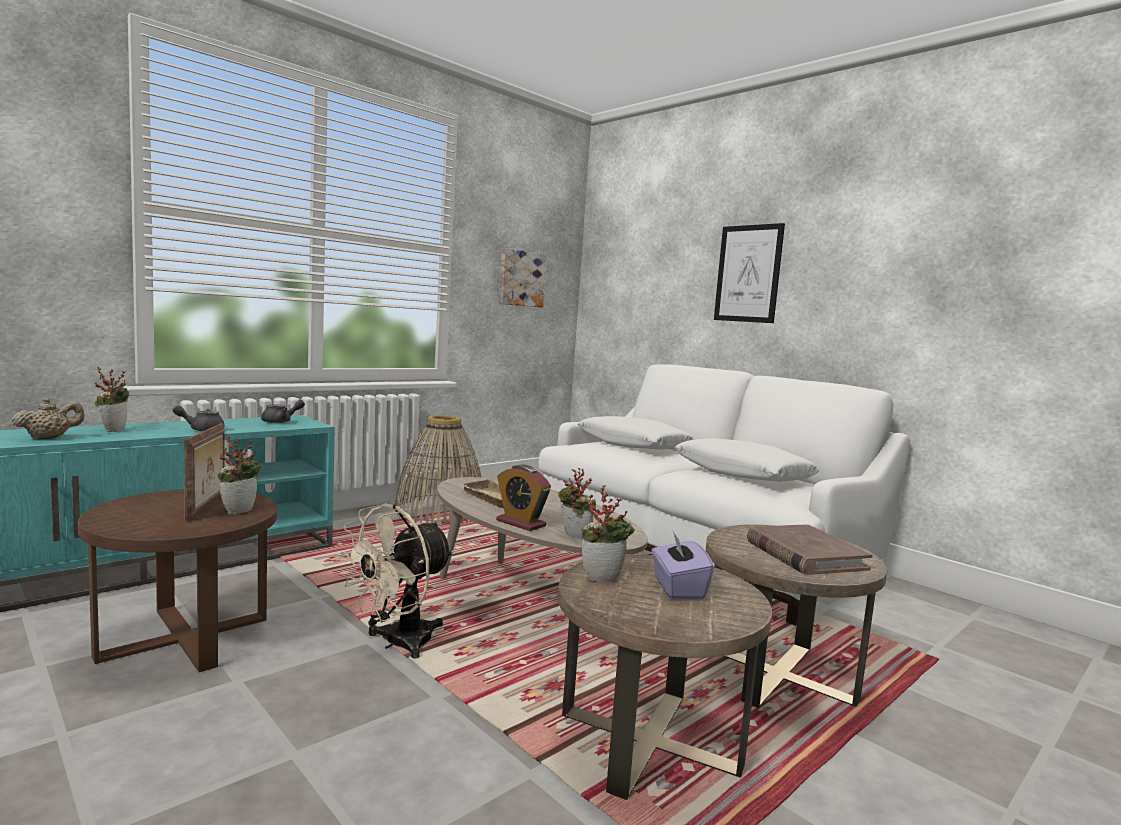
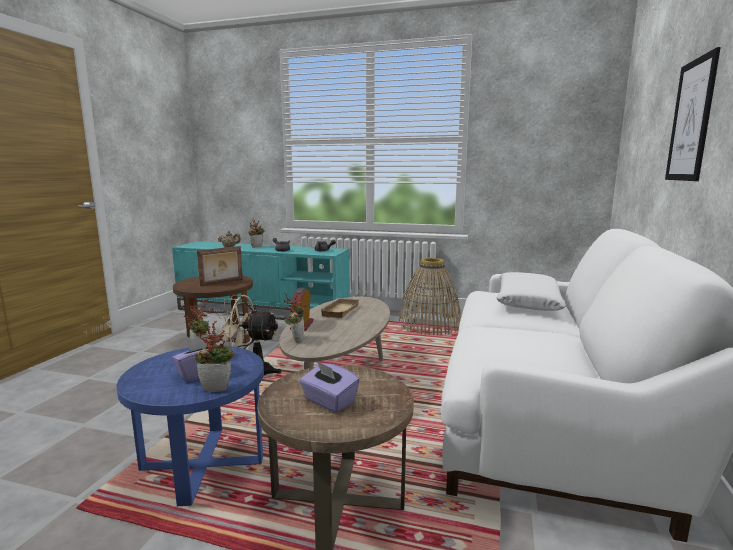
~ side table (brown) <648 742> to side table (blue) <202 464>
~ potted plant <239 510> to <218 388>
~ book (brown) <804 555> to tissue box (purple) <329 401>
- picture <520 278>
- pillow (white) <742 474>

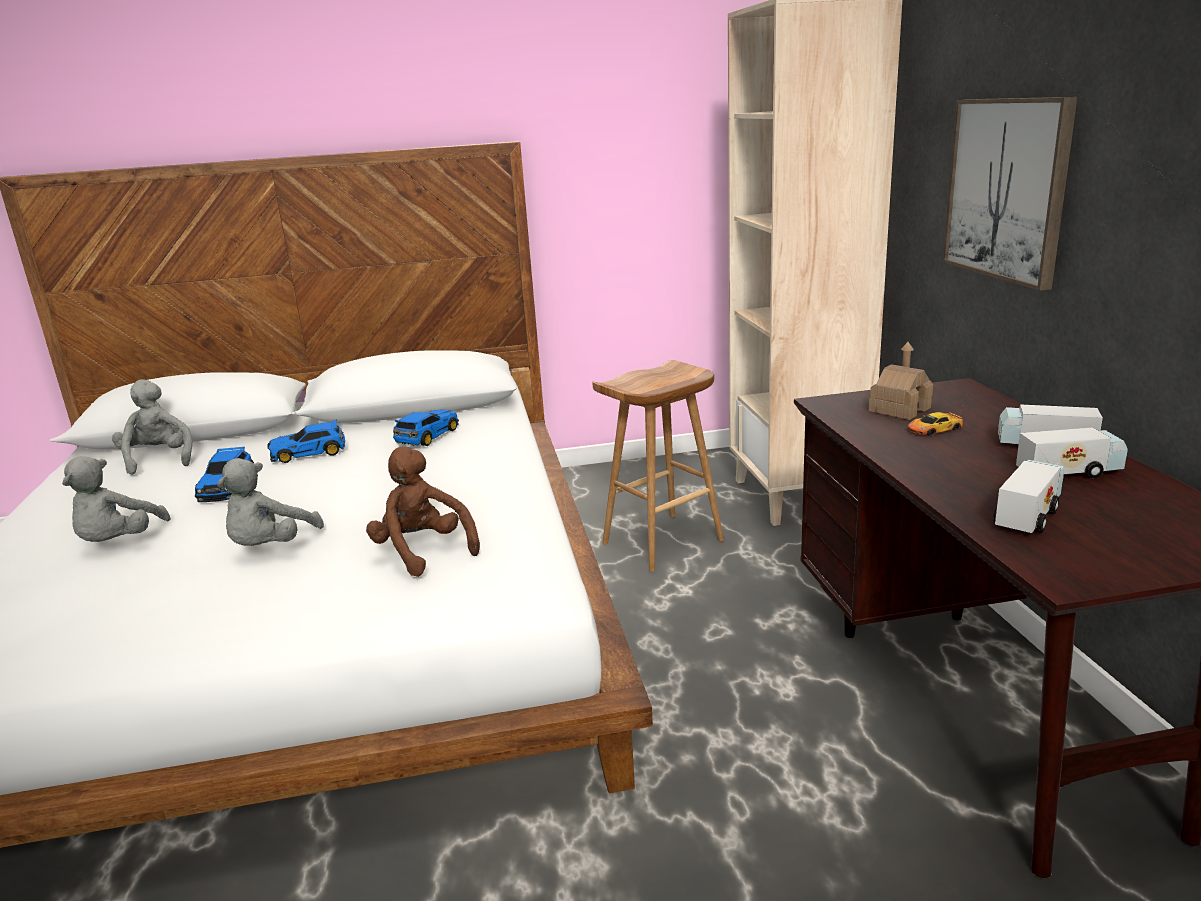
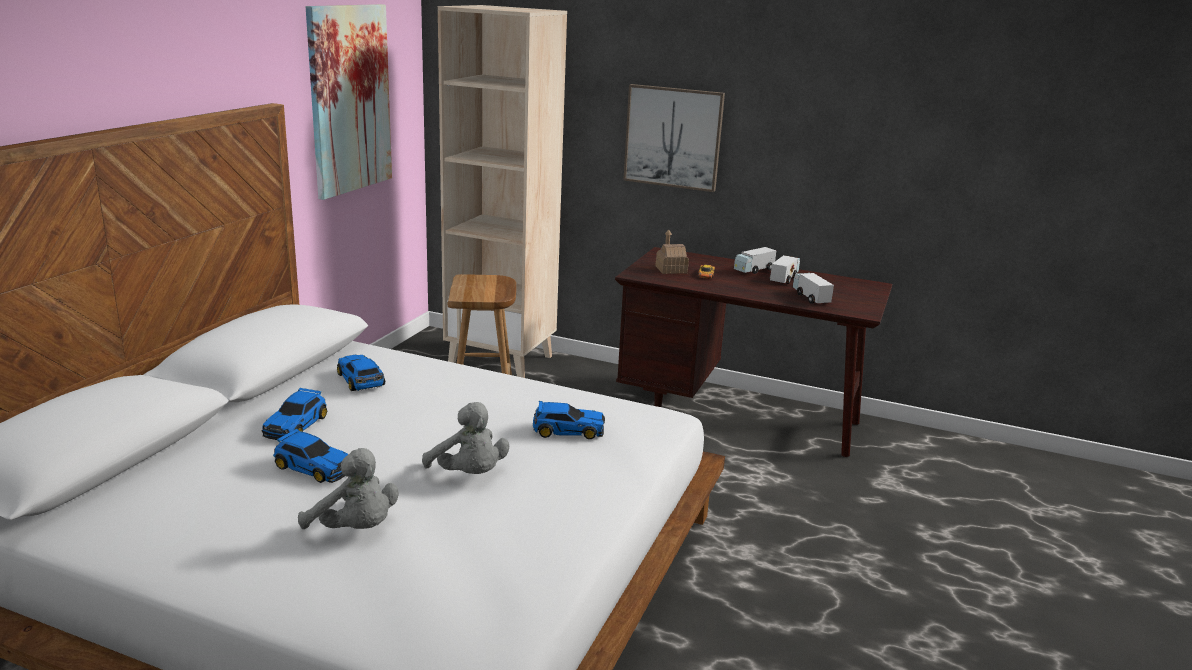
+ picture <349 99>
~ plush toy (brown) <423 551> to toy car <567 430>
- plush toy (grey) <158 460>

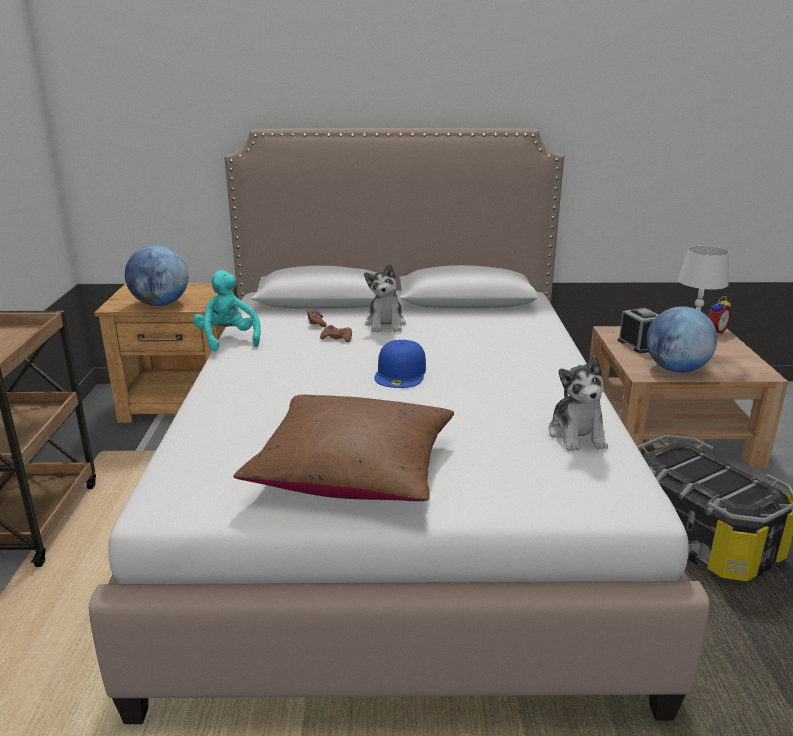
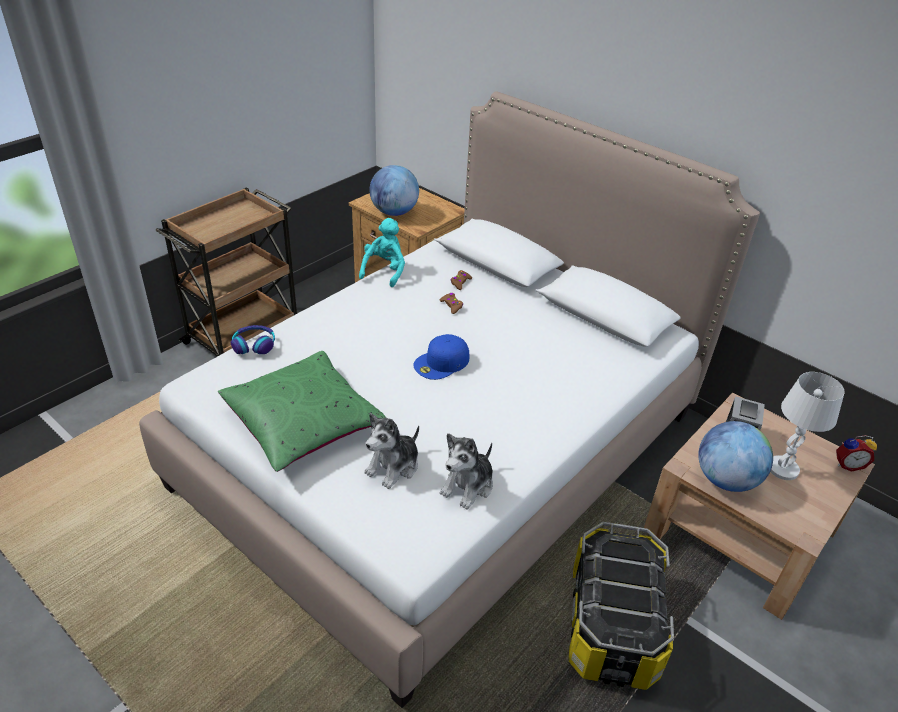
~ pillow (brown) <353 470> to pillow (green) <303 422>
+ headphones <254 345>
~ plush toy <385 324> to <394 467>

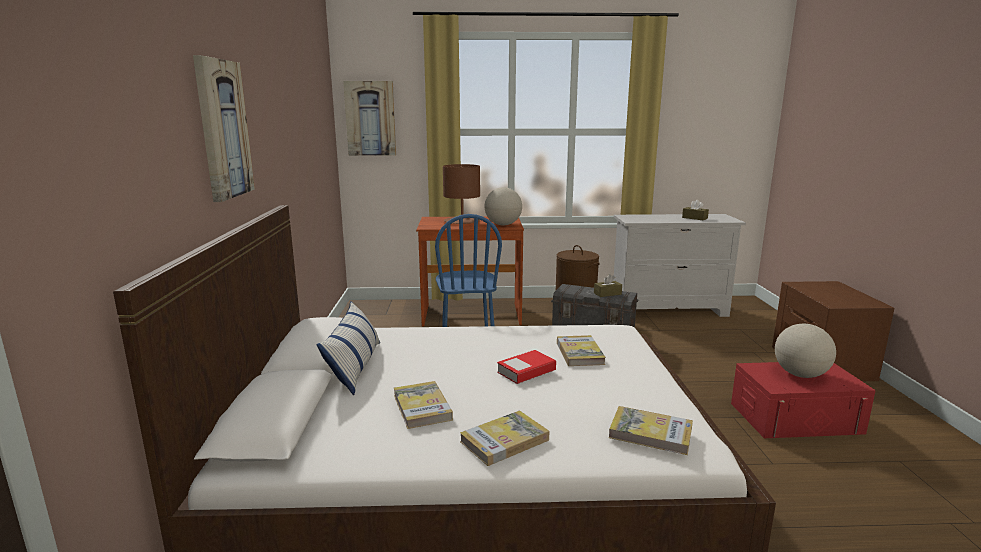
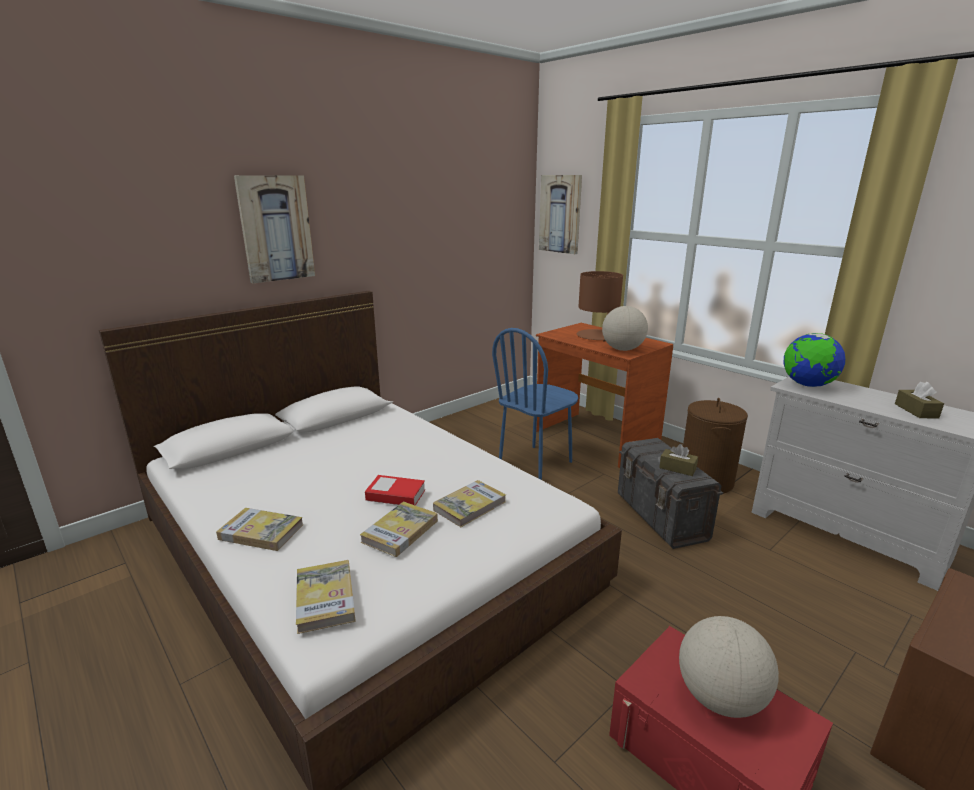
~ book <422 407> to <400 531>
+ globe <807 385>
- pillow <355 366>

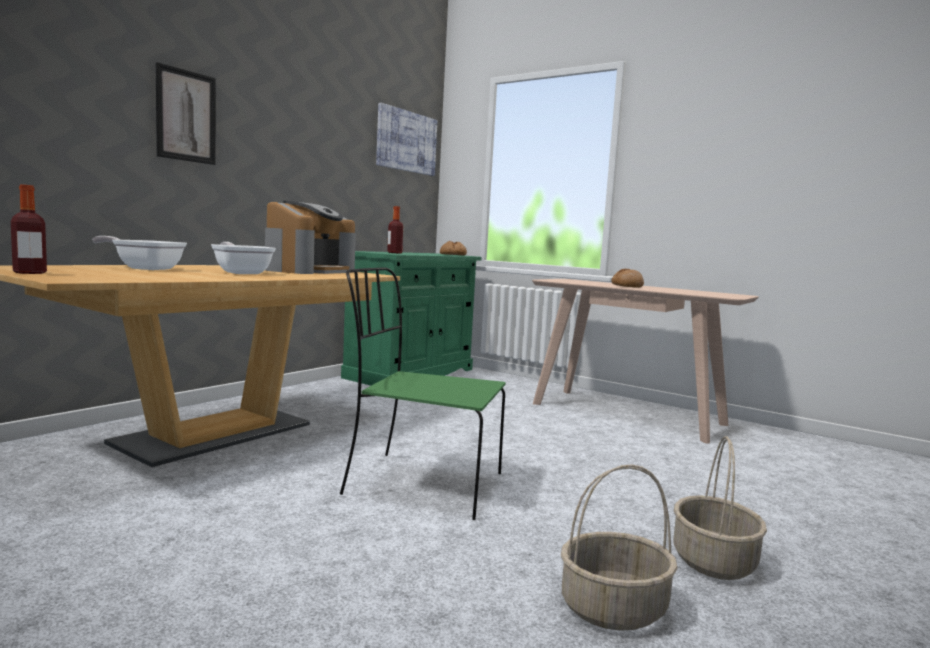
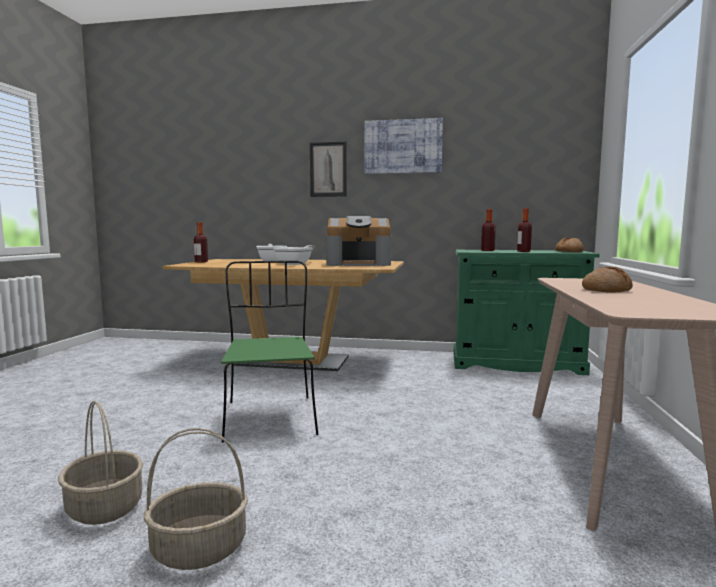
~ picture <406 141> to <403 146>
+ bottle <523 251>

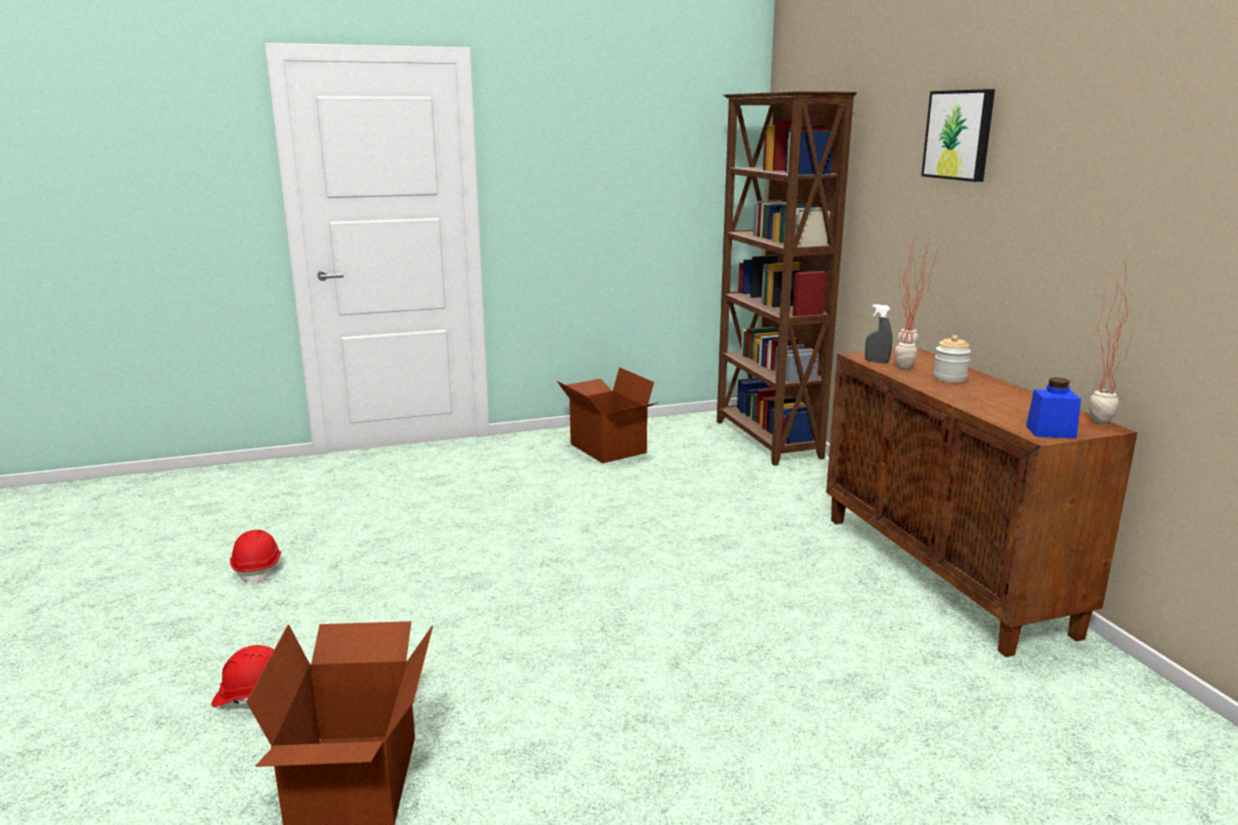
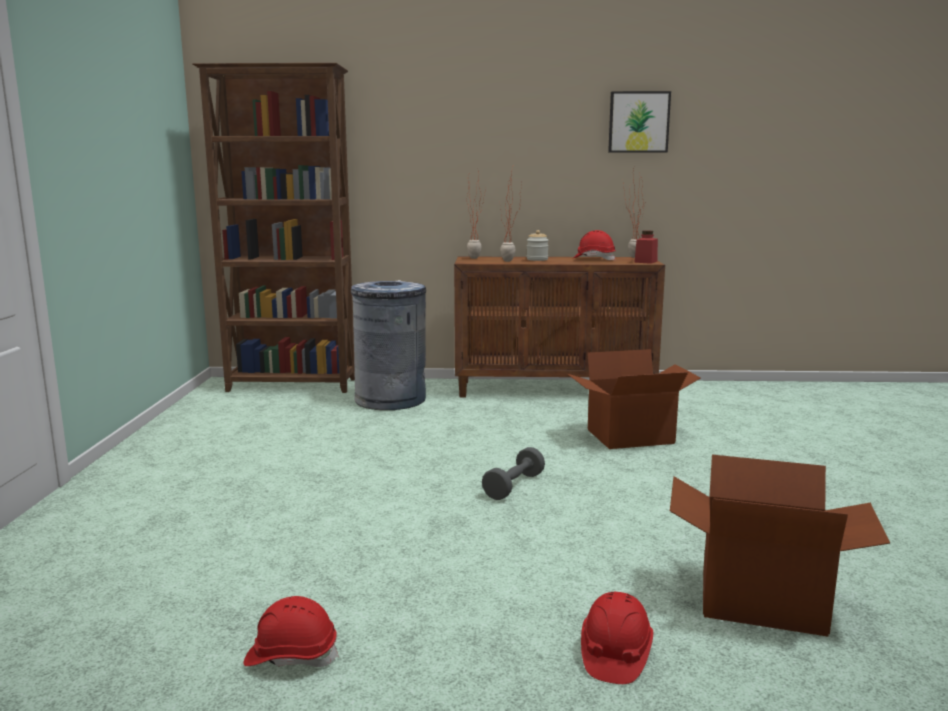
+ trash can (grey) <390 399>
+ dumbbell (grey) <514 486>
~ cardboard box <606 448> to <630 437>
+ hard hat (red) <593 259>
~ picture <959 135> to <638 122>
~ jar (blue) <1050 432> to jar (red) <646 261>
- spray bottle (grey) <876 361>

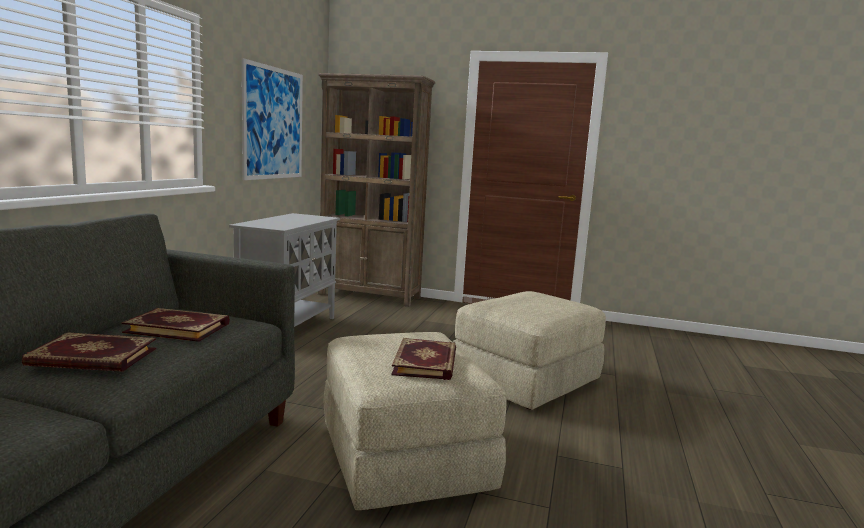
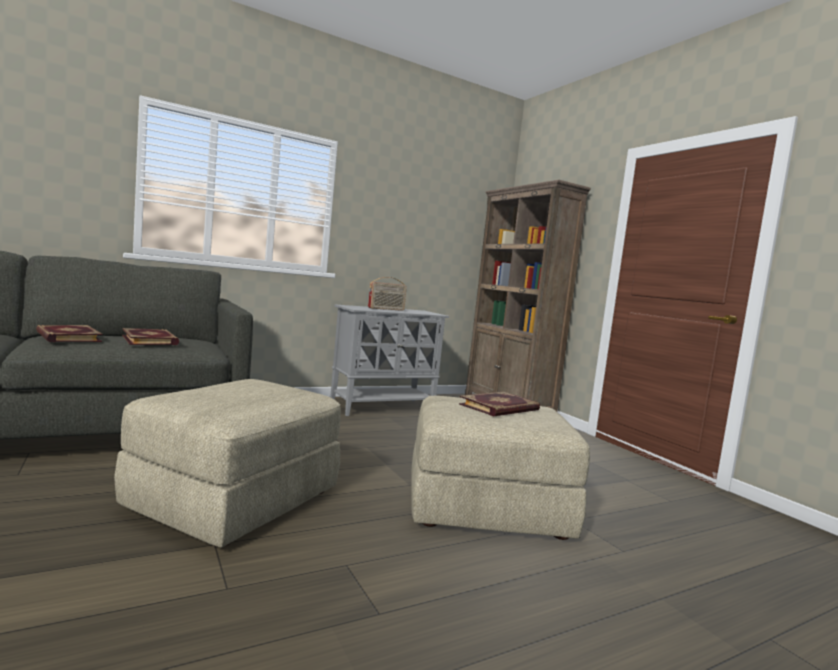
+ radio <386 309>
~ book <426 362> to <500 407>
- picture <273 123>

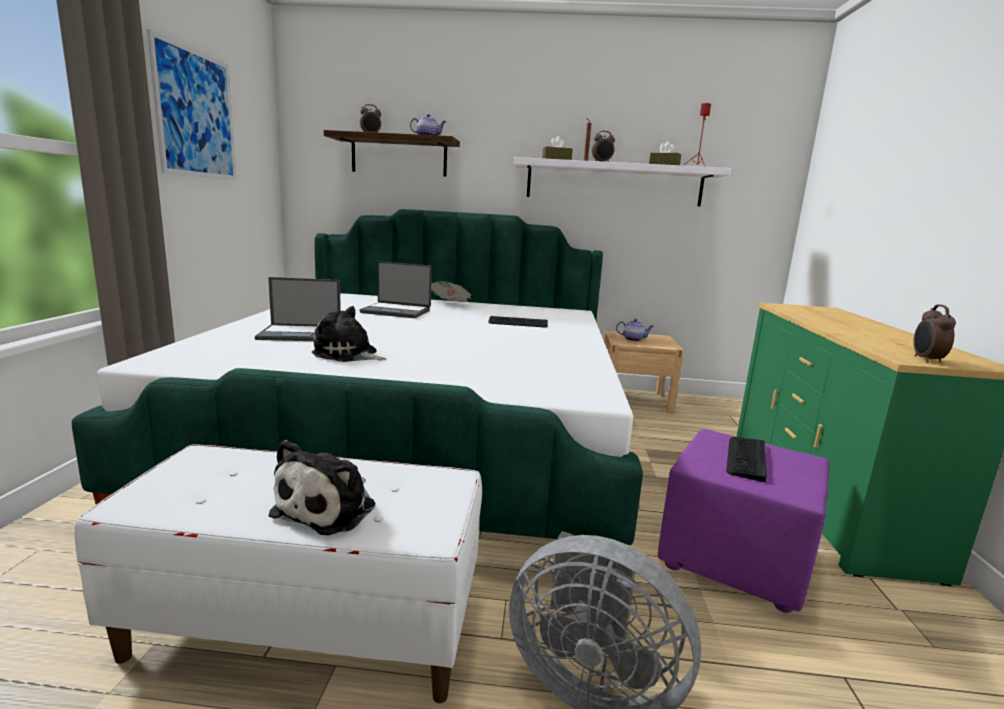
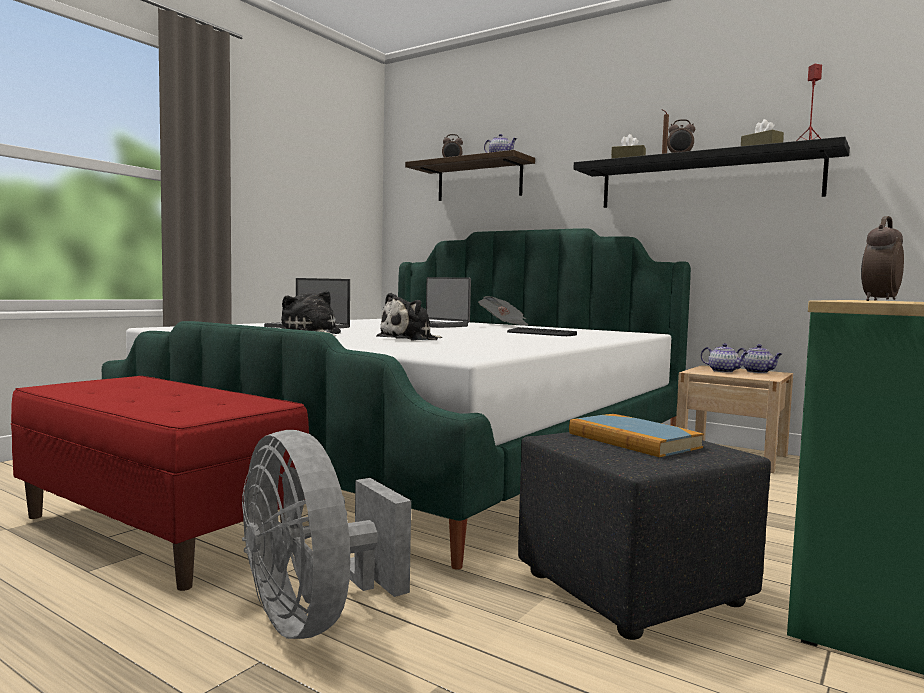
~ bench (white) <308 626> to bench (red) <157 530>
~ plush toy <329 508> to <411 339>
~ ottoman (purple) <735 560> to ottoman (black) <635 589>
~ keyboard <746 458> to book <633 440>
~ shelf (white) <614 183> to shelf (black) <706 181>
+ teapot <758 372>
- picture <196 114>

